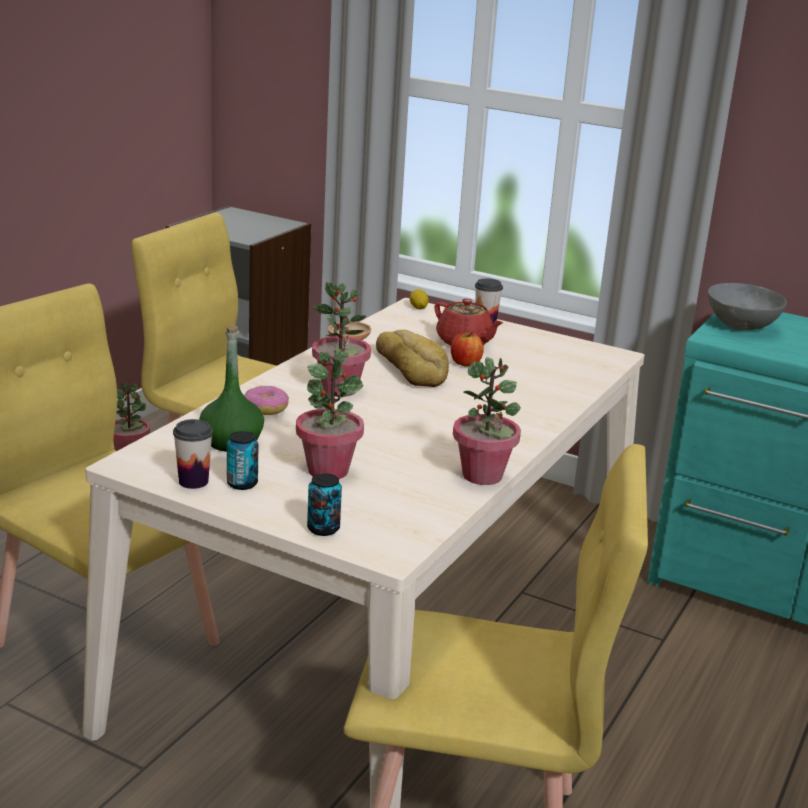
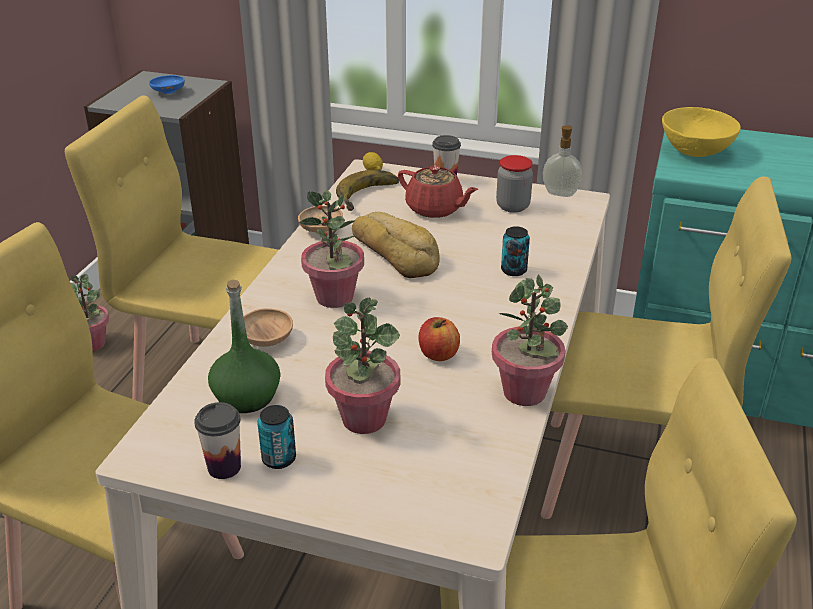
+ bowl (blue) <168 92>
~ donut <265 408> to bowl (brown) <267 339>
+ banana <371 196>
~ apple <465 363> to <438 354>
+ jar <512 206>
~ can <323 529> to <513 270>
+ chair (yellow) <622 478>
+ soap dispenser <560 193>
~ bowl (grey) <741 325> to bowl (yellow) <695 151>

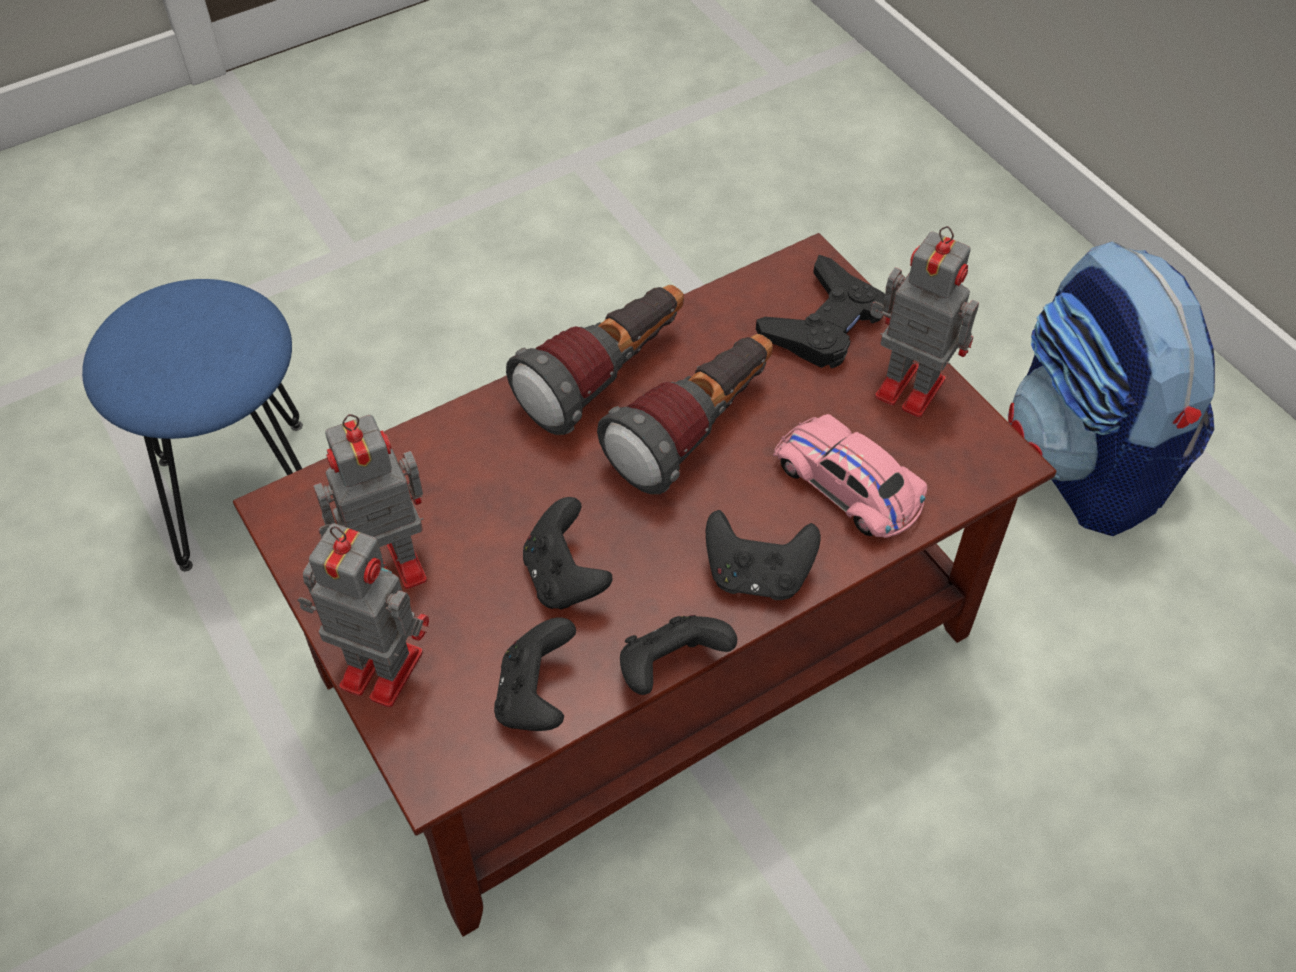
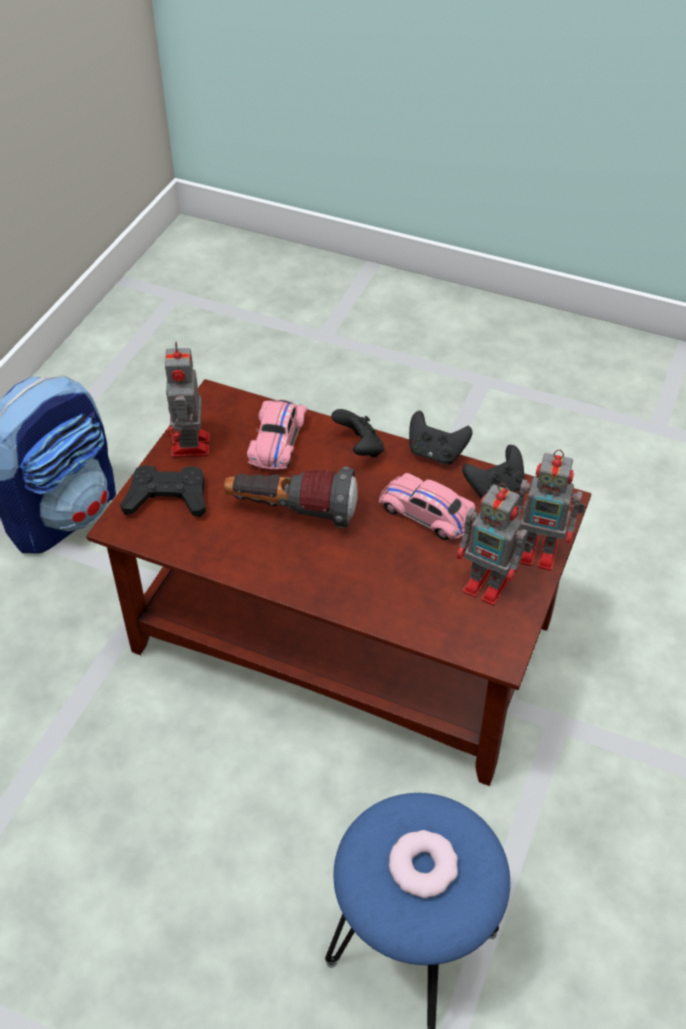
~ game controller (black) <565 578> to toy car (pink) <426 513>
+ donut <423 866>
~ toy robot <377 668> = <540 552> 60 degrees counterclockwise
- flashlight <607 377>

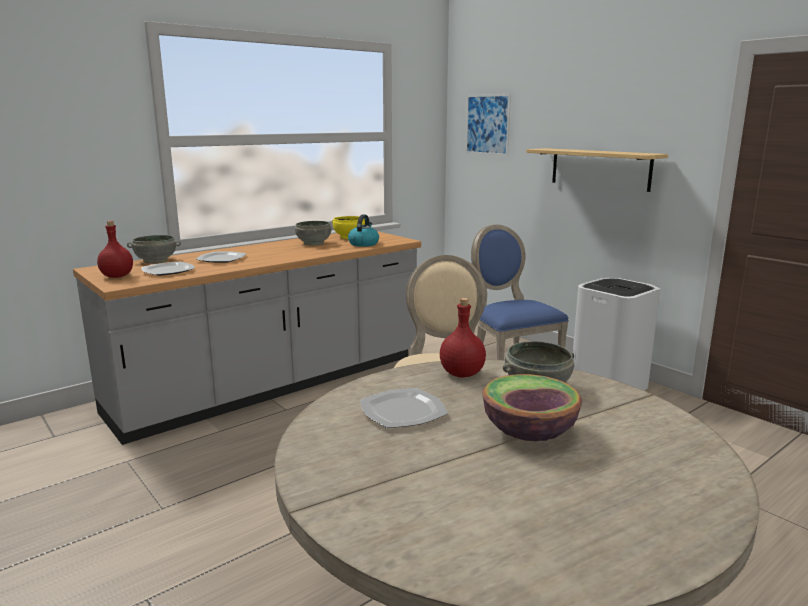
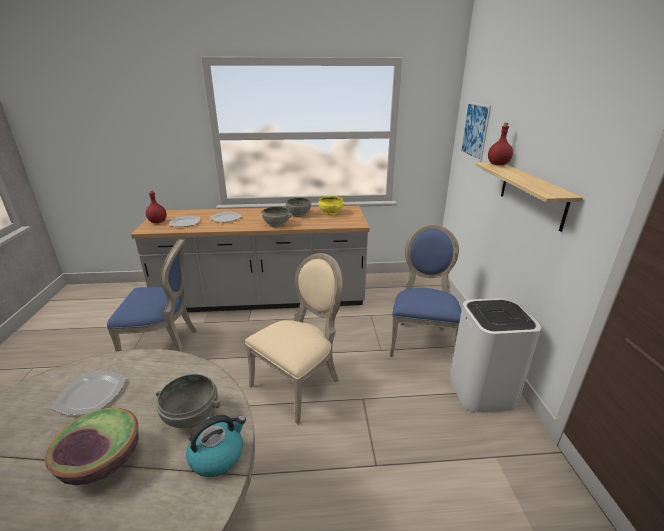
+ chair (blue) <164 345>
~ kettle <363 244> to <217 455>
~ bowl (grey) <155 261> to <276 224>
~ bottle (red) <462 374> to <498 164>

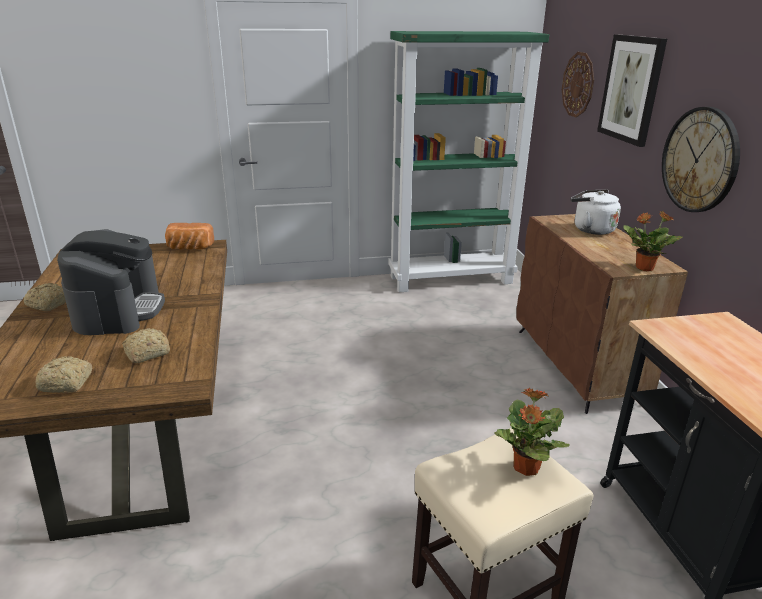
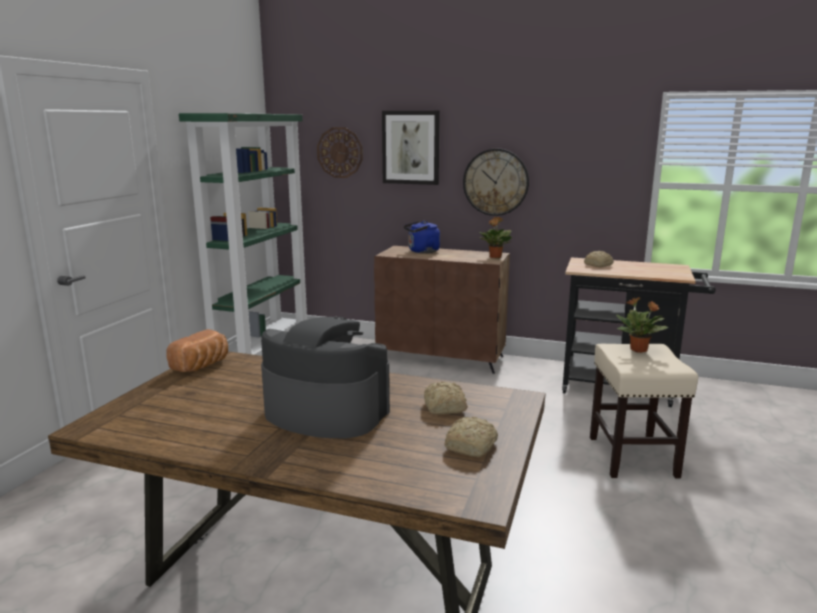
~ kettle (white) <590 229> to kettle (blue) <422 251>
~ bread <49 304> to <599 265>

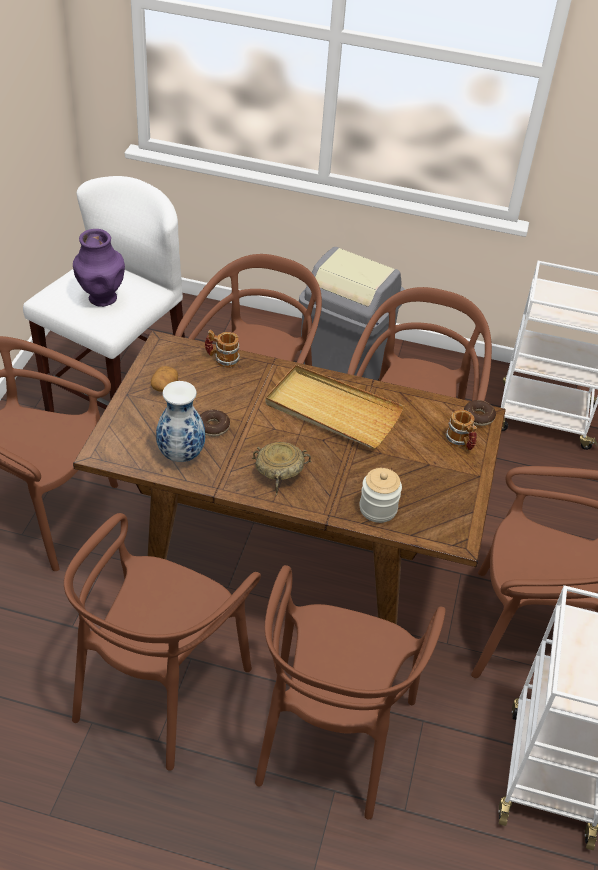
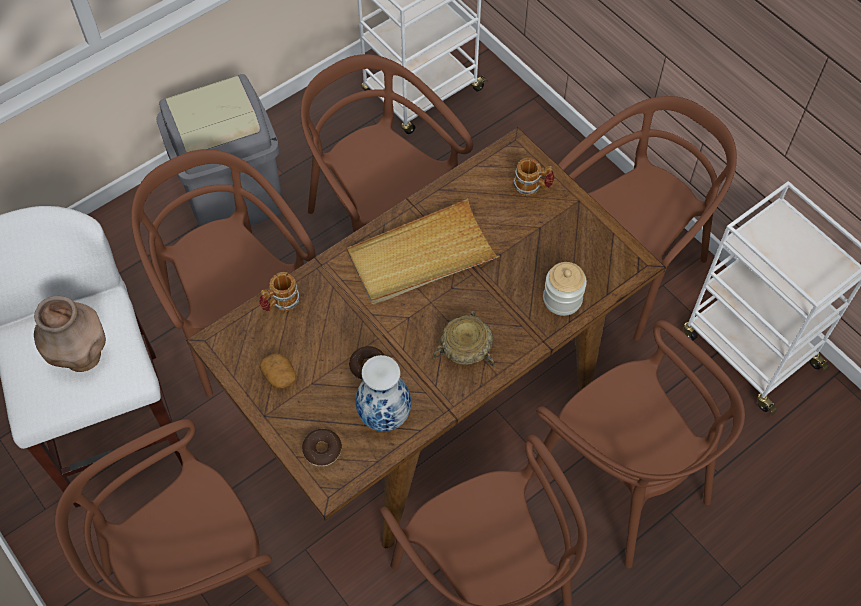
~ vase (purple) <101 298> to vase (brown) <82 357>
~ donut <478 417> to <322 450>

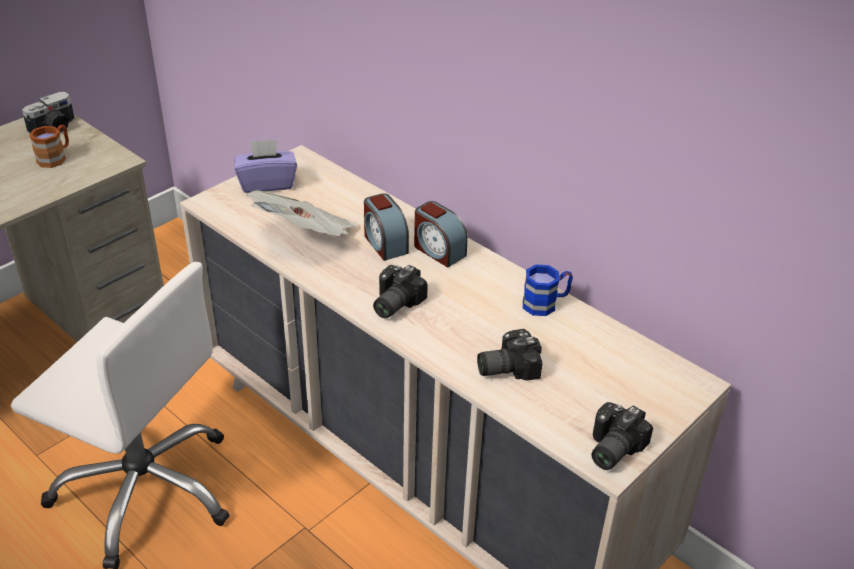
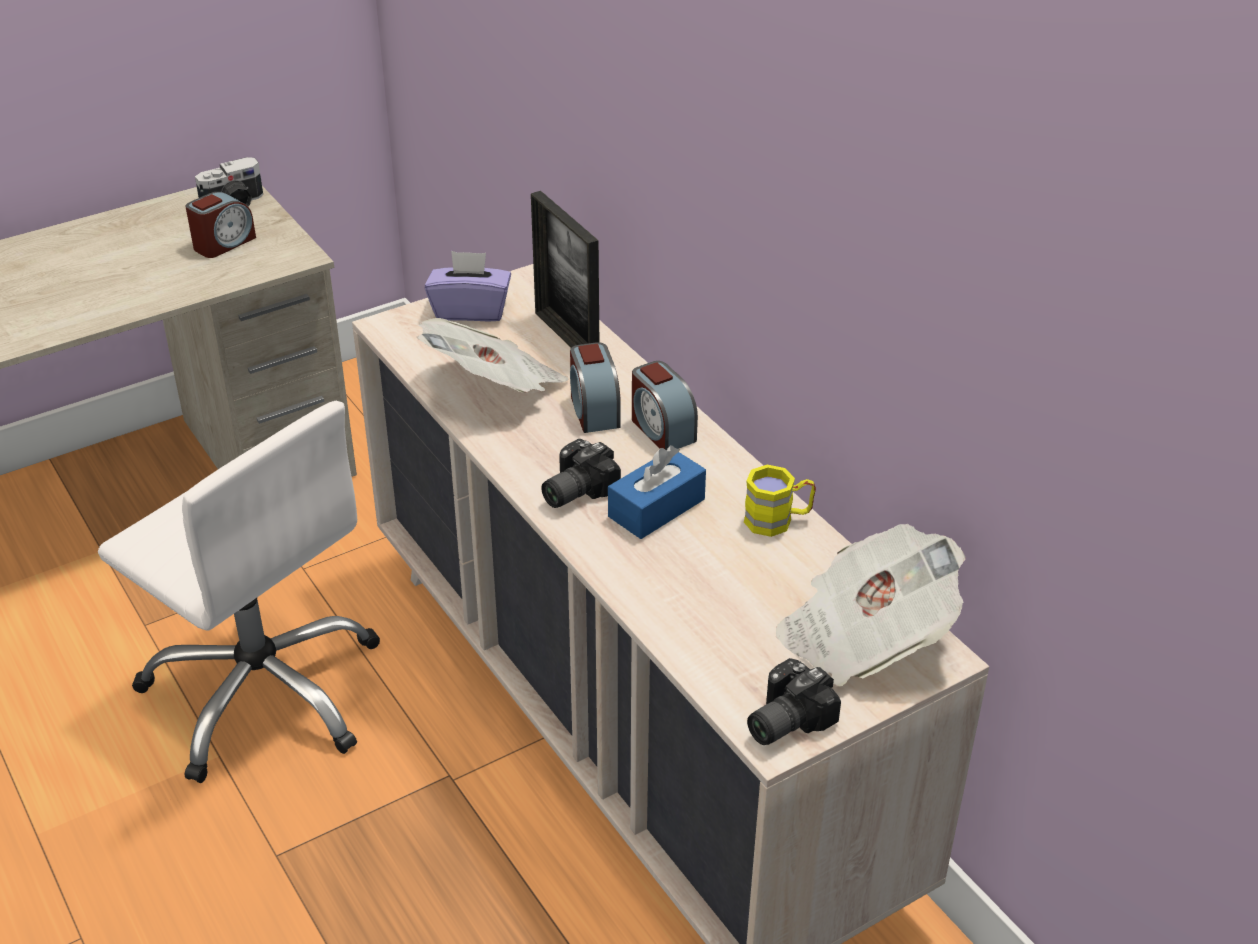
~ mug (brown) <55 157> to alarm clock <224 243>
+ picture frame <566 337>
+ tissue box (blue) <656 508>
~ mug (blue) <546 303> to mug (yellow) <778 520>
+ newspaper <864 637>
- photo camera <506 366>

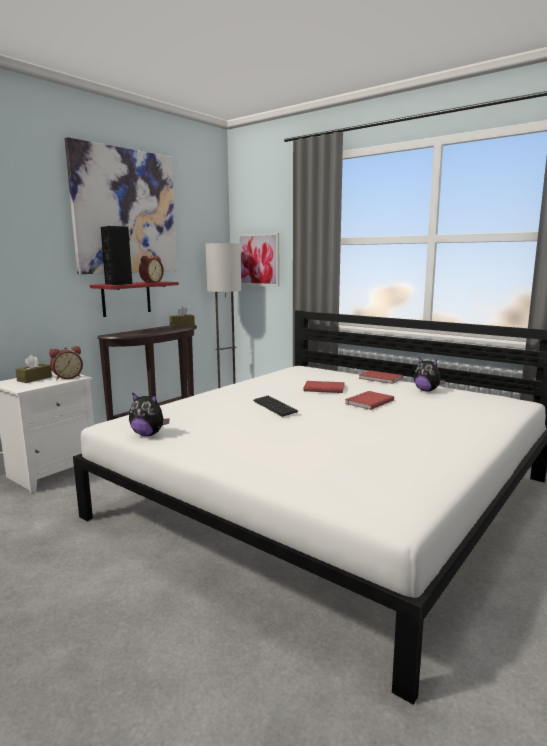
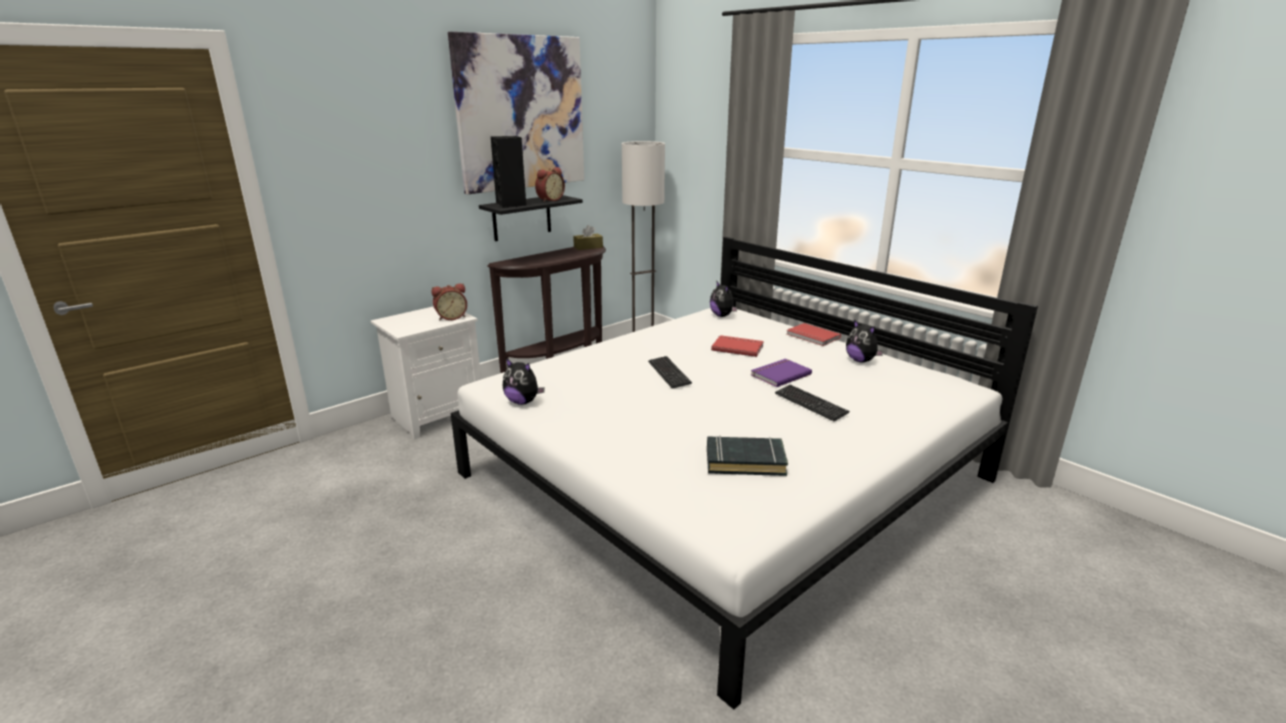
~ shelf (red) <126 298> to shelf (black) <522 218>
+ book (black) <745 461>
+ plush toy <722 315>
~ book (red) <368 402> to book (purple) <779 374>
+ keyboard <810 404>
- tissue box (brown) <34 379>
- picture <259 259>

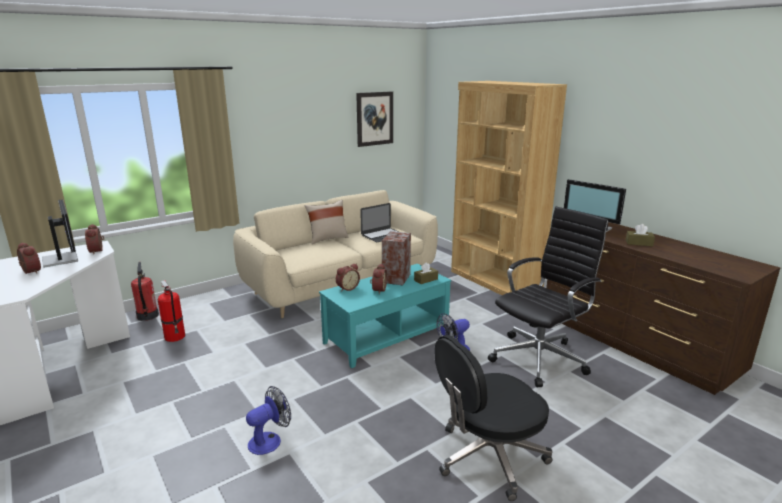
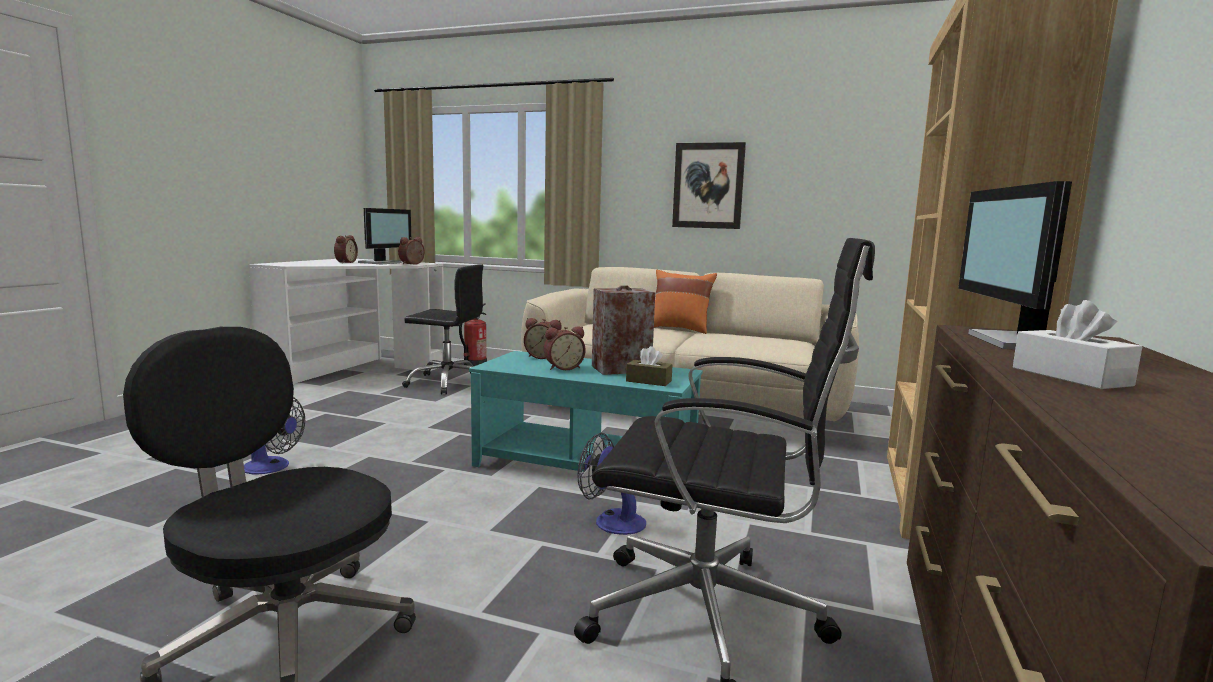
~ fire extinguisher <175 337> to office chair (black) <448 383>
~ pillow (beige) <327 239> to pillow (orange) <680 329>
~ picture <374 118> to <708 186>
~ tissue box (brown) <639 243> to tissue box (white) <1070 376>
- laptop <383 235>

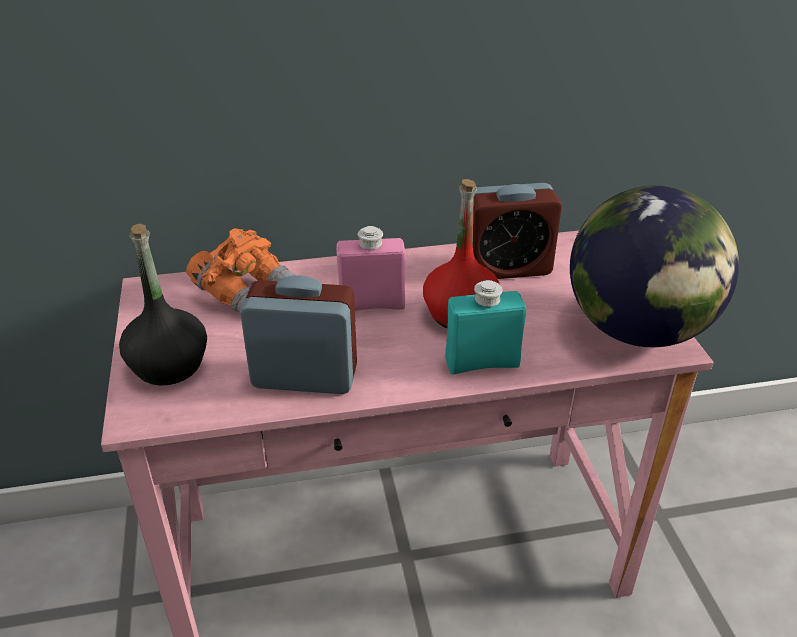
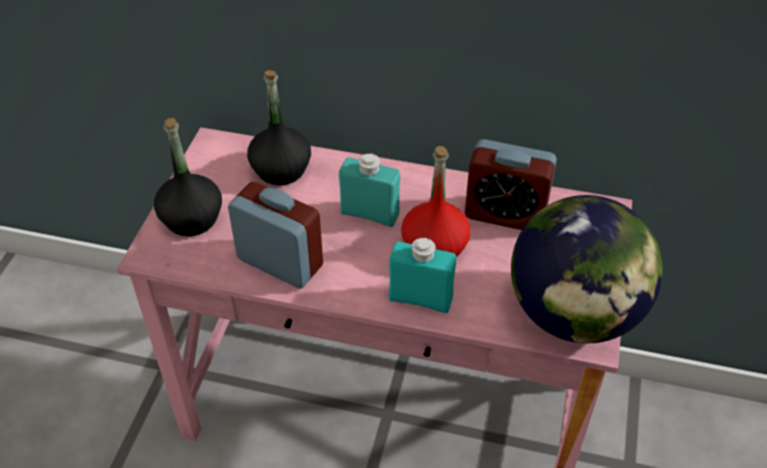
~ binoculars (orange) <245 291> to bottle (black) <281 169>
~ bottle (pink) <372 304> to bottle (turquoise) <370 214>

